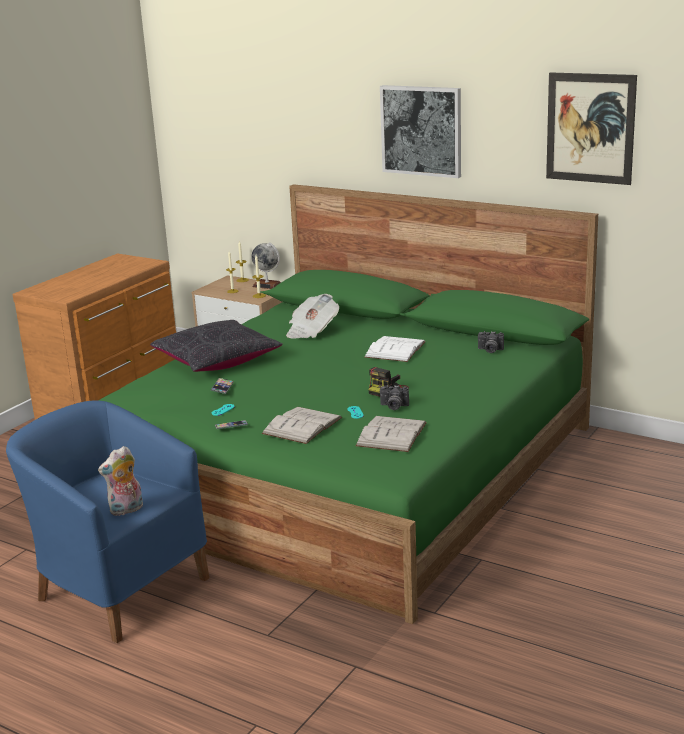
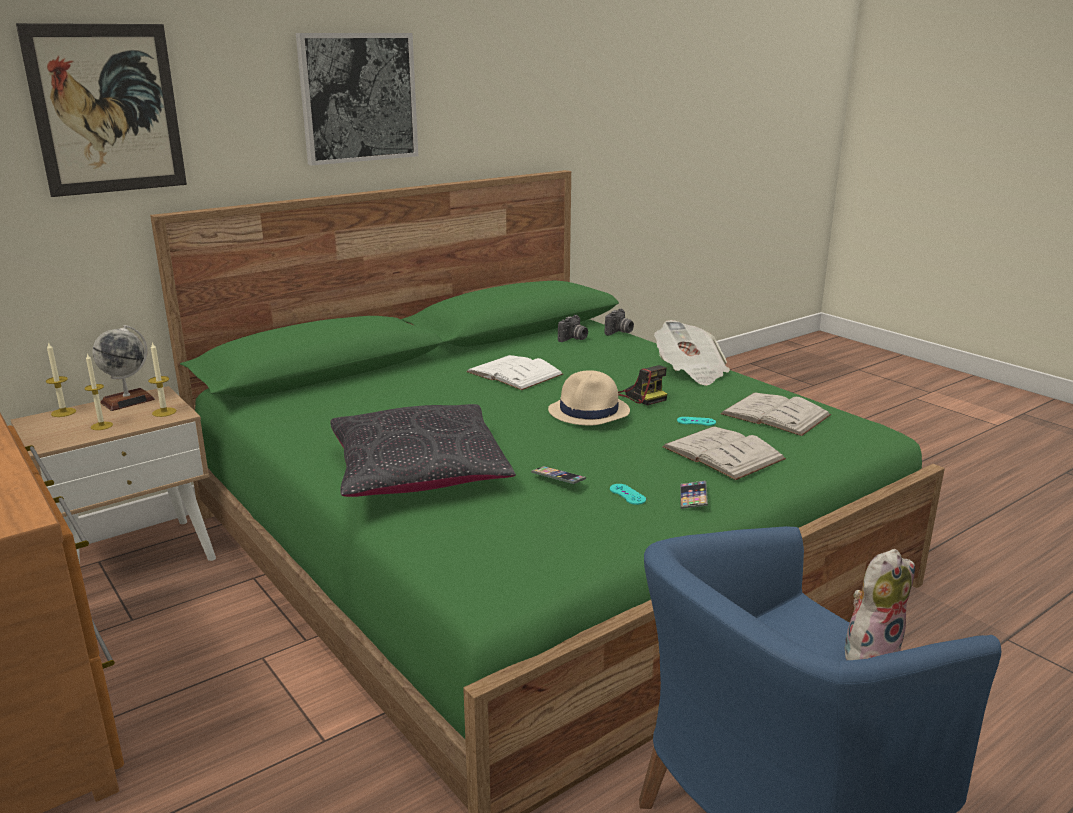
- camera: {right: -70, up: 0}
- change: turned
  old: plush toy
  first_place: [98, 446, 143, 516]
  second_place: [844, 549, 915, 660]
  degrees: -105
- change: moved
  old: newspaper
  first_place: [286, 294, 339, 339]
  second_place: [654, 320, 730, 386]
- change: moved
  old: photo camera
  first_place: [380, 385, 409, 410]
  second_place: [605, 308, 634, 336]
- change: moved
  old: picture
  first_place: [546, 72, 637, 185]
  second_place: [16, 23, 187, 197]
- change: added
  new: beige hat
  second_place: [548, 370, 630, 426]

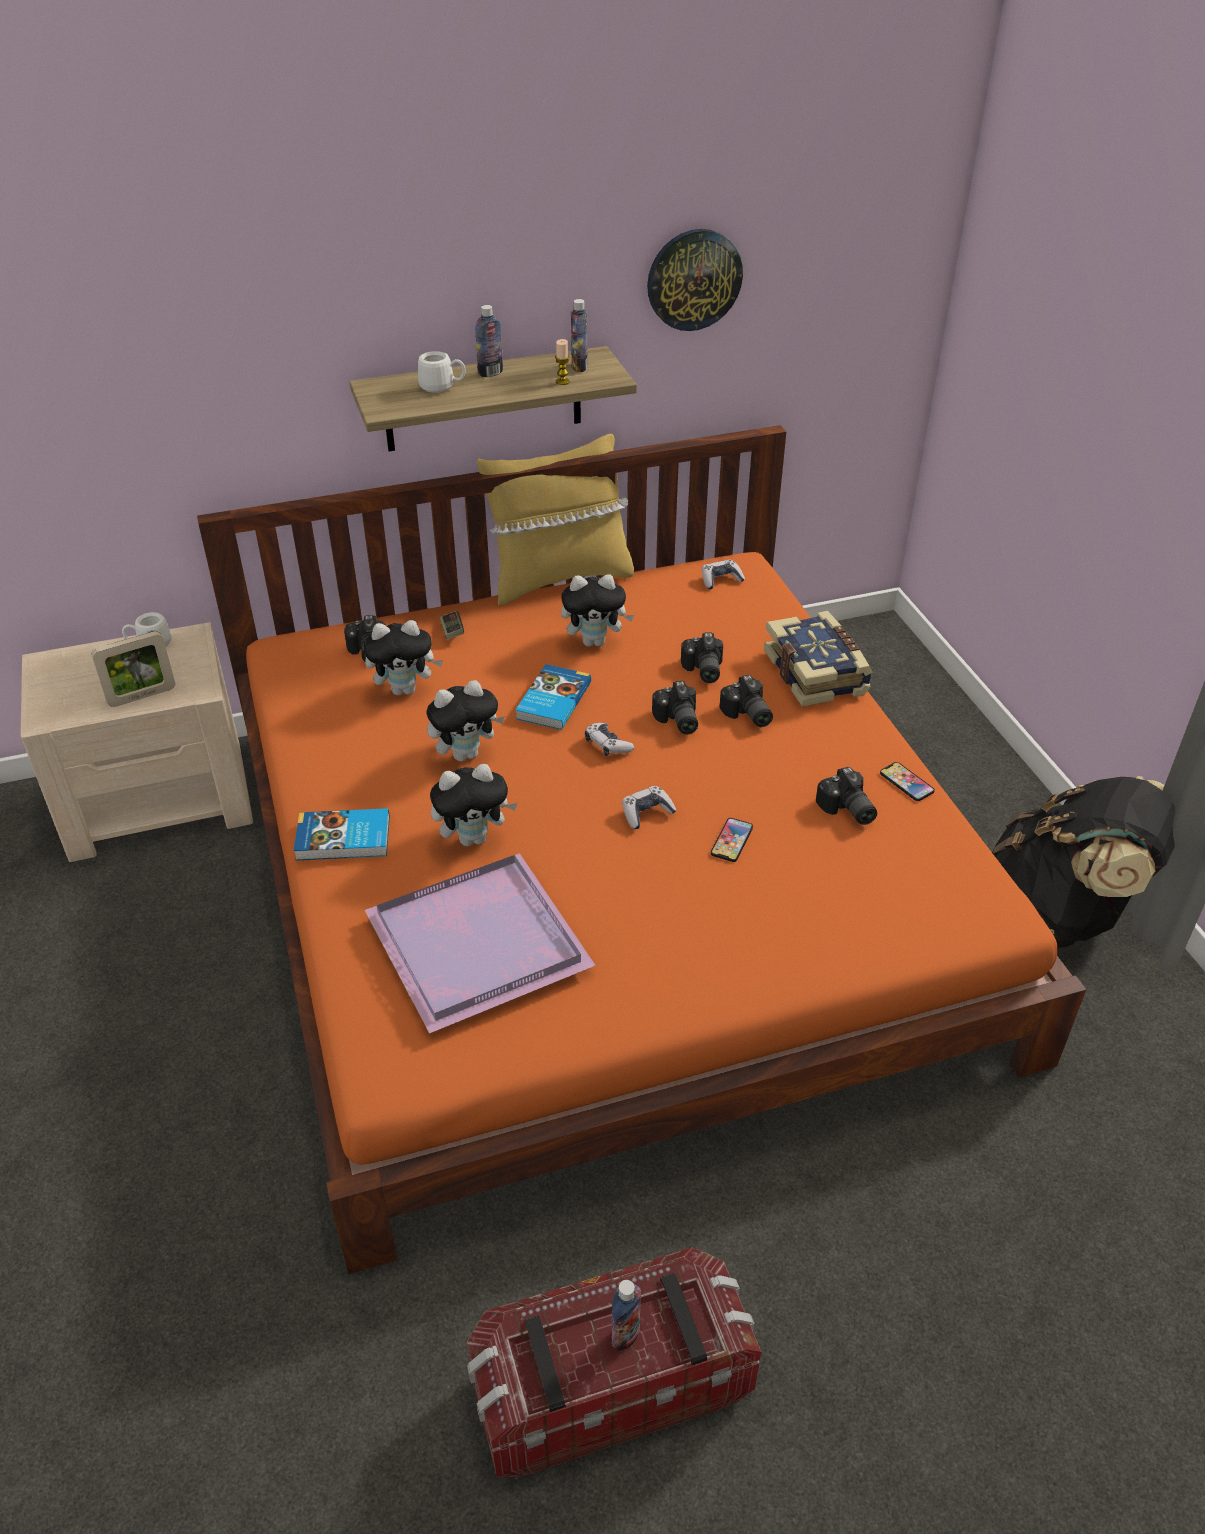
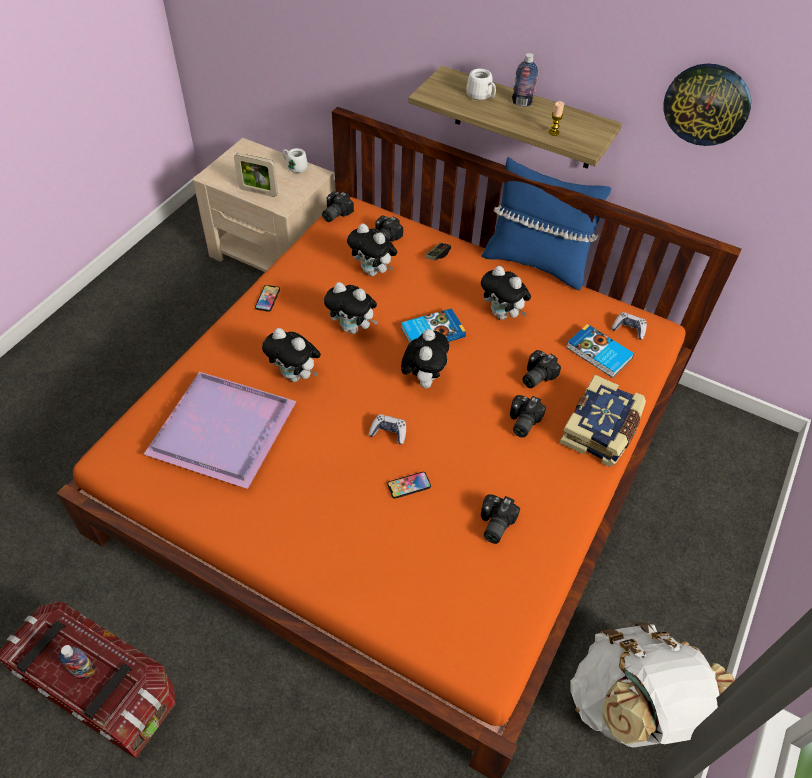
- camera: {right: 45, up: 10}
- change: moved
  old: book
  first_place: [293, 808, 390, 860]
  second_place: [566, 324, 634, 378]
- change: recoloured
  old: yellow pillow
  new: blue pillow
  first_place: [477, 434, 634, 606]
  second_place: [482, 157, 611, 290]
- change: removed
  old: bottle
  first_place: [571, 299, 588, 372]
- change: replaced
  old: game controller
  new: plush toy
  first_place: [585, 723, 634, 756]
  second_place: [401, 329, 449, 388]
- change: moved
  old: photo camera
  first_place: [652, 681, 698, 734]
  second_place: [322, 191, 354, 222]
- change: moved
  old: phone
  first_place: [880, 762, 935, 801]
  second_place: [255, 285, 280, 312]
- change: recoloured
  old: black backpack
  new: white backpack
  first_place: [992, 776, 1175, 947]
  second_place: [570, 623, 735, 748]

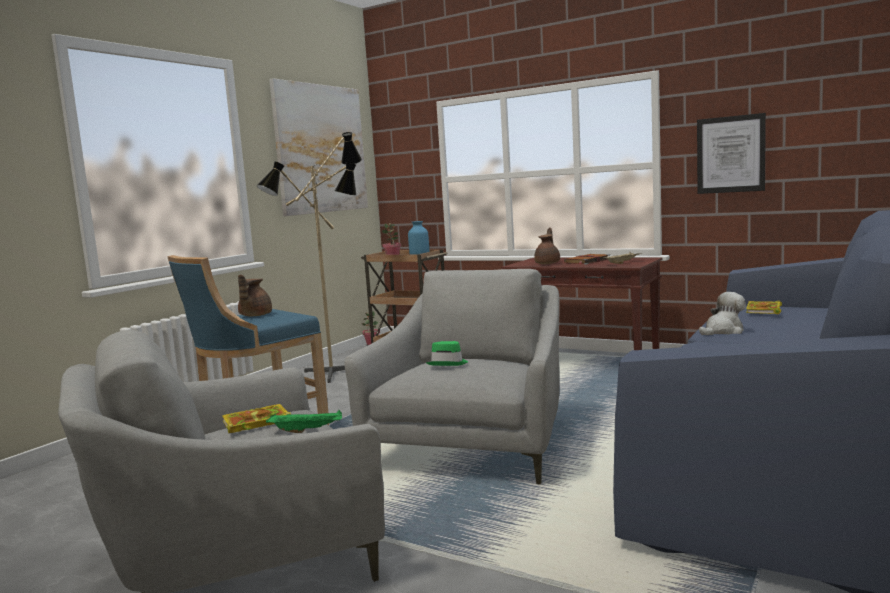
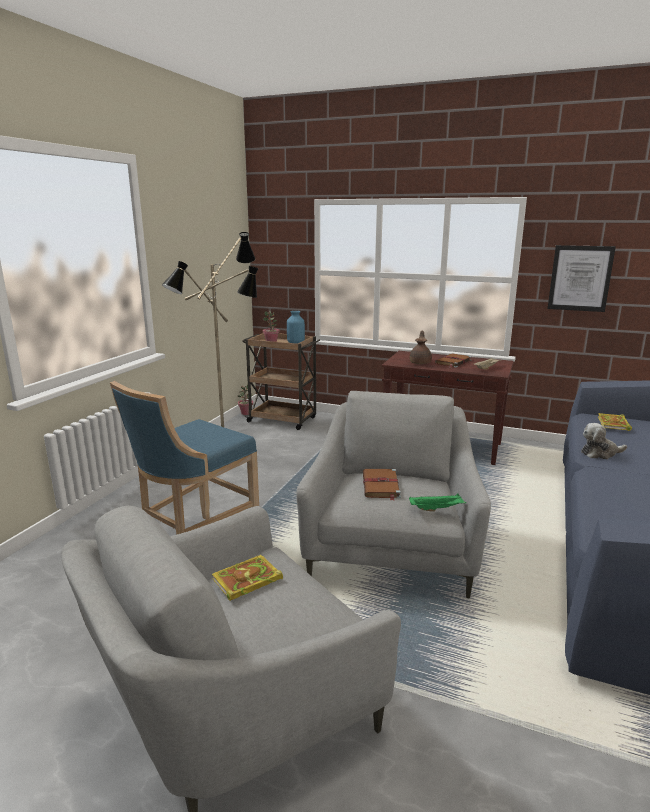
- camera: {right: -10, up: 10}
- change: removed
  old: brown teapot
  first_place: [238, 275, 272, 316]
- change: moved
  old: green tray
  first_place: [266, 410, 342, 433]
  second_place: [409, 493, 466, 511]
- change: removed
  old: picture
  first_place: [269, 78, 368, 216]
- change: replaced
  old: green hat
  new: brown book
  first_place: [426, 341, 468, 366]
  second_place: [363, 469, 401, 500]
- change: turned
  old: plush toy
  first_place: [699, 292, 746, 335]
  second_place: [581, 423, 627, 459]
  degrees: -150

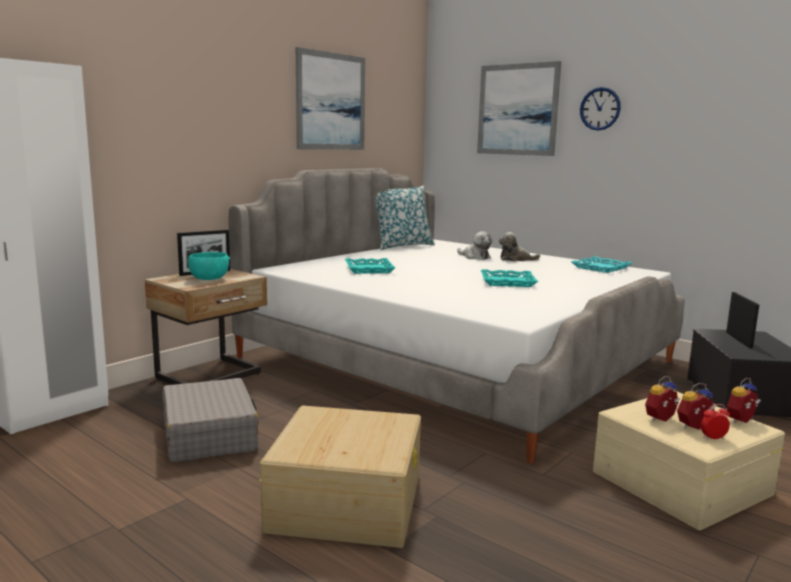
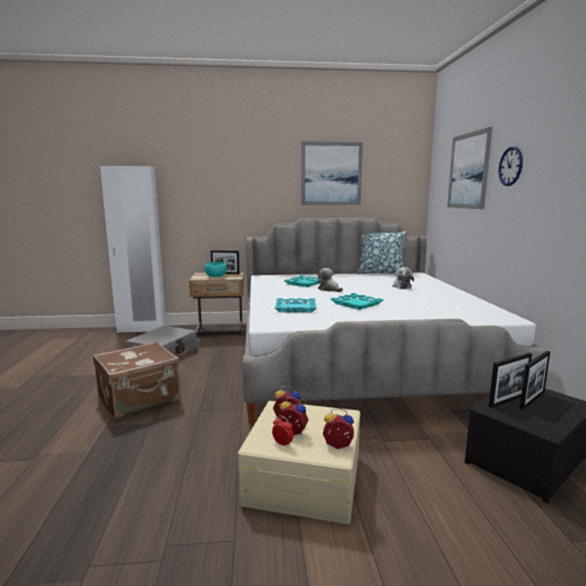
- camera: {right: 45, up: 0}
- change: replaced
  old: beige storage box
  new: brown suitcase
  first_place: [259, 405, 421, 548]
  second_place: [93, 341, 181, 420]
- change: moved
  old: plush toy
  first_place: [499, 232, 540, 261]
  second_place: [317, 268, 343, 292]
- change: moved
  old: turquoise tray
  first_place: [571, 256, 632, 273]
  second_place: [275, 298, 317, 312]
- change: added
  new: picture frame
  second_place: [488, 353, 532, 408]

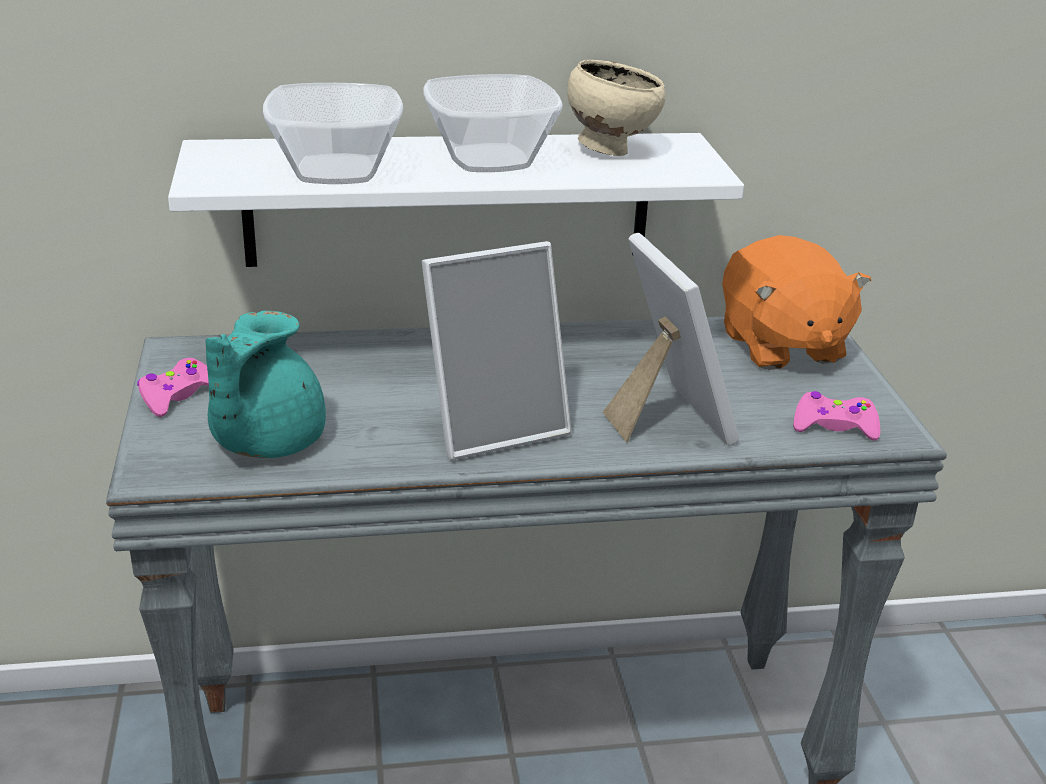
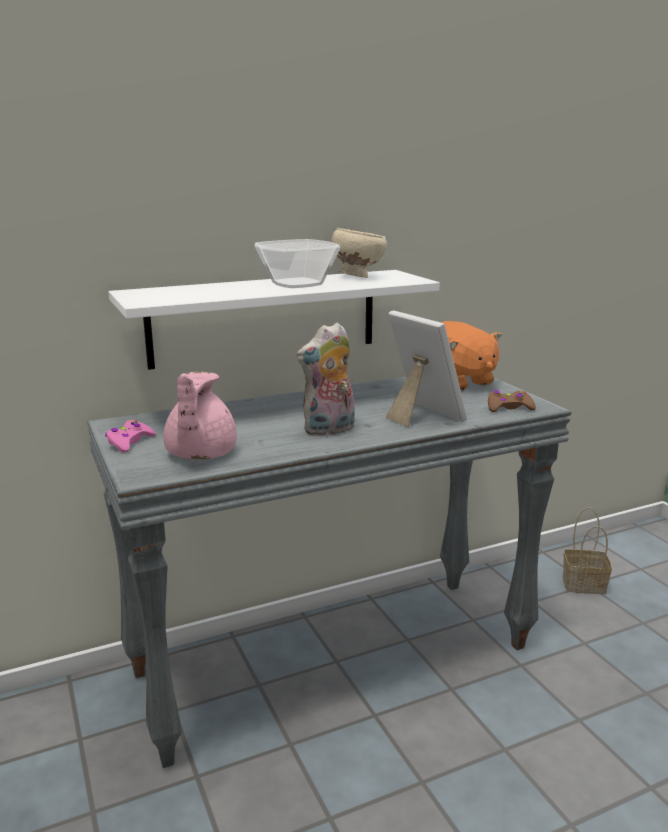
- camera: {right: -15, up: -10}
- change: recoloured
  old: turquoise teapot
  new: pink teapot
  first_place: [205, 311, 326, 458]
  second_place: [163, 372, 237, 460]
- change: removed
  old: bowl
  first_place: [263, 83, 403, 184]
- change: replaced
  old: picture frame
  new: plush toy
  first_place: [422, 241, 571, 460]
  second_place: [296, 322, 355, 437]
- change: recoloured
  old: pink game controller
  new: brown game controller
  first_place: [793, 391, 880, 440]
  second_place: [488, 390, 536, 412]
- change: added
  new: basket
  second_place: [563, 507, 612, 594]

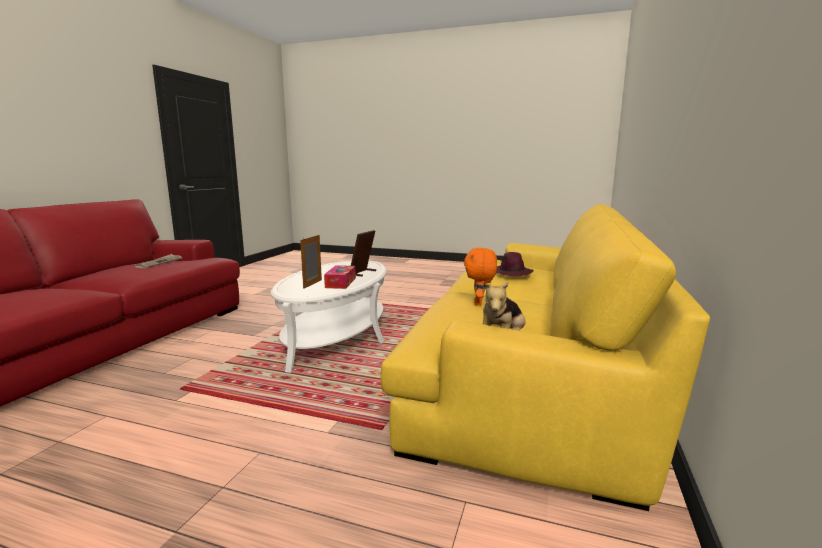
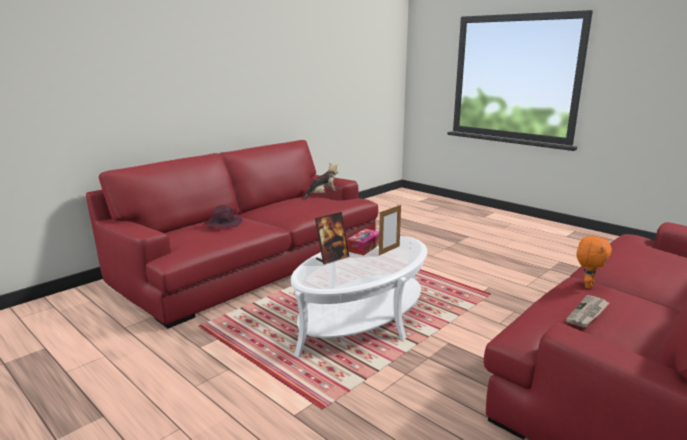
- camera: {right: -155, up: 5}
- change: recoloured
  old: yellow sofa
  new: red sofa
  first_place: [381, 204, 710, 511]
  second_place: [86, 140, 378, 329]
- change: moved
  old: orange plush toy
  first_place: [464, 248, 497, 306]
  second_place: [577, 236, 612, 289]

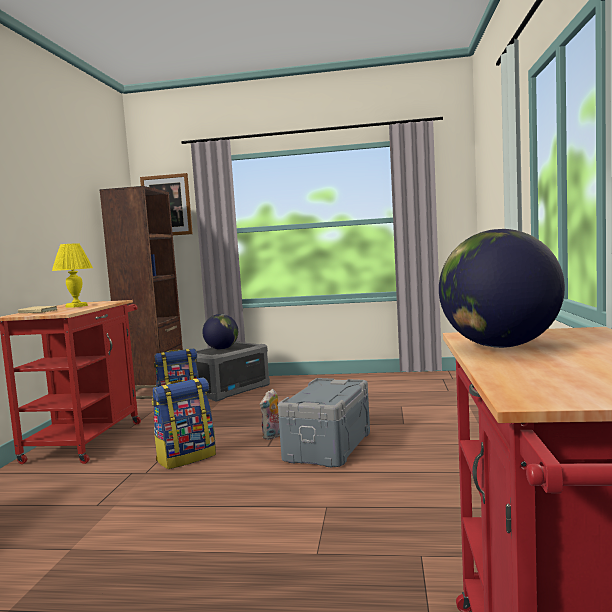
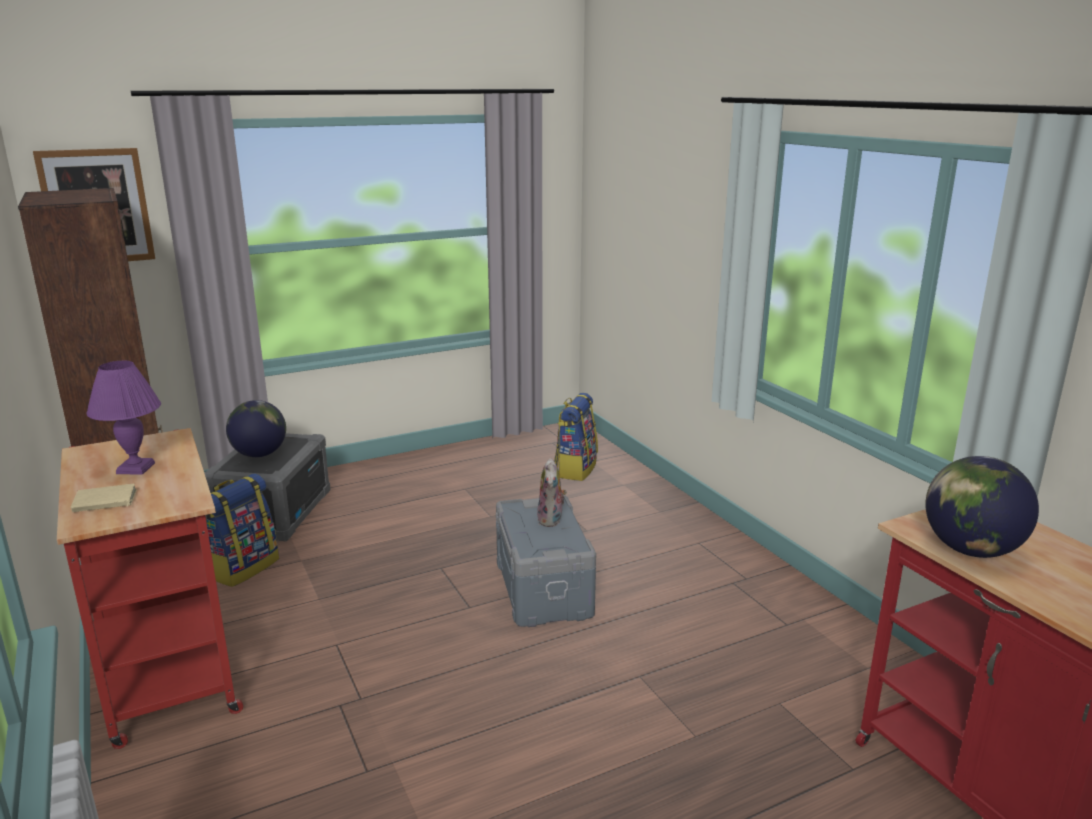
- camera: {right: -35, up: 15}
- change: recoloured
  old: yellow table lamp
  new: purple table lamp
  first_place: [52, 243, 93, 308]
  second_place: [86, 361, 161, 475]
- change: moved
  old: backpack
  first_place: [152, 377, 216, 469]
  second_place: [554, 393, 598, 481]
- change: moved
  old: plush toy
  first_place: [260, 389, 280, 440]
  second_place: [537, 458, 567, 527]

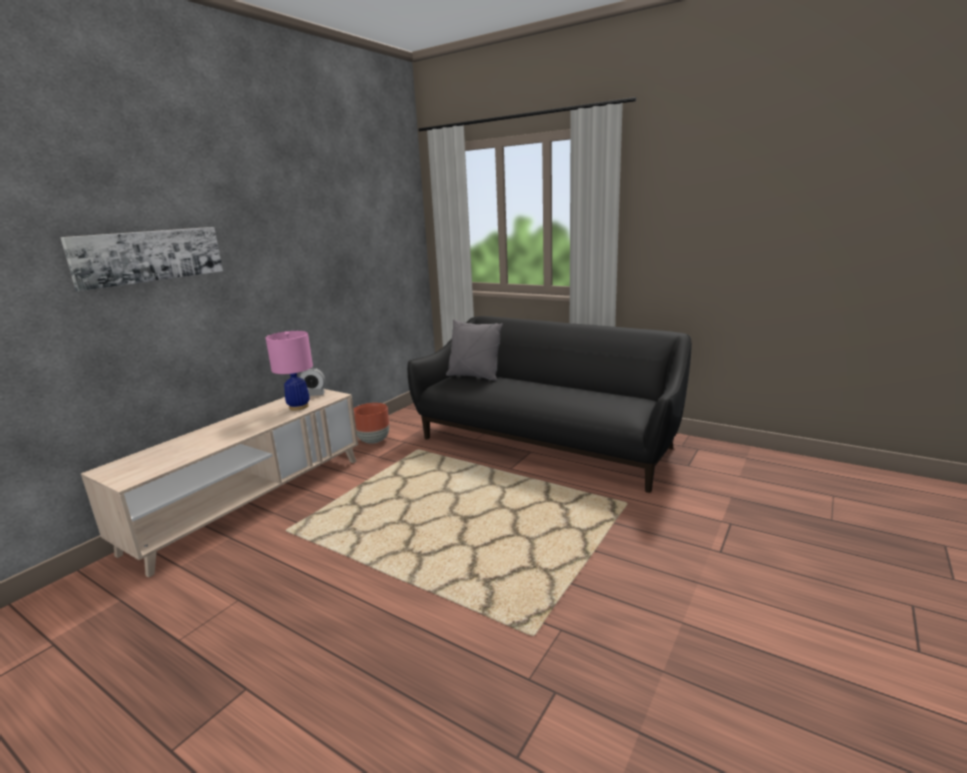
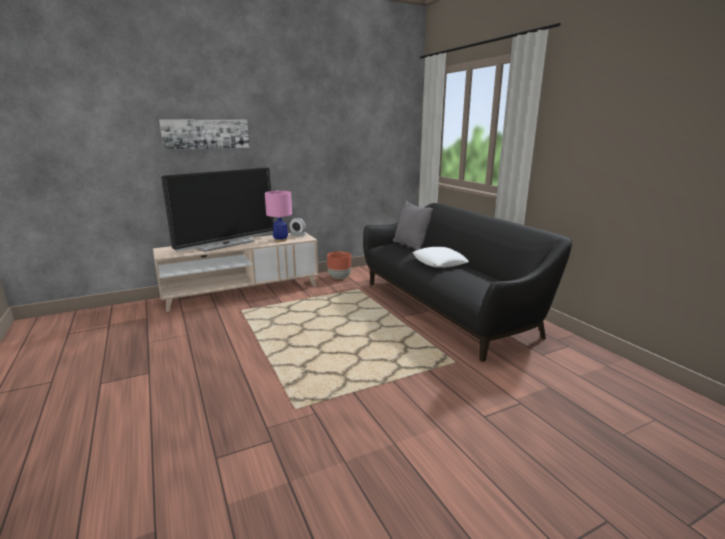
- camera: {right: 30, up: 0}
- change: added
  new: television
  second_place: [161, 168, 274, 252]
- change: added
  new: white pillow
  second_place: [412, 247, 469, 268]

